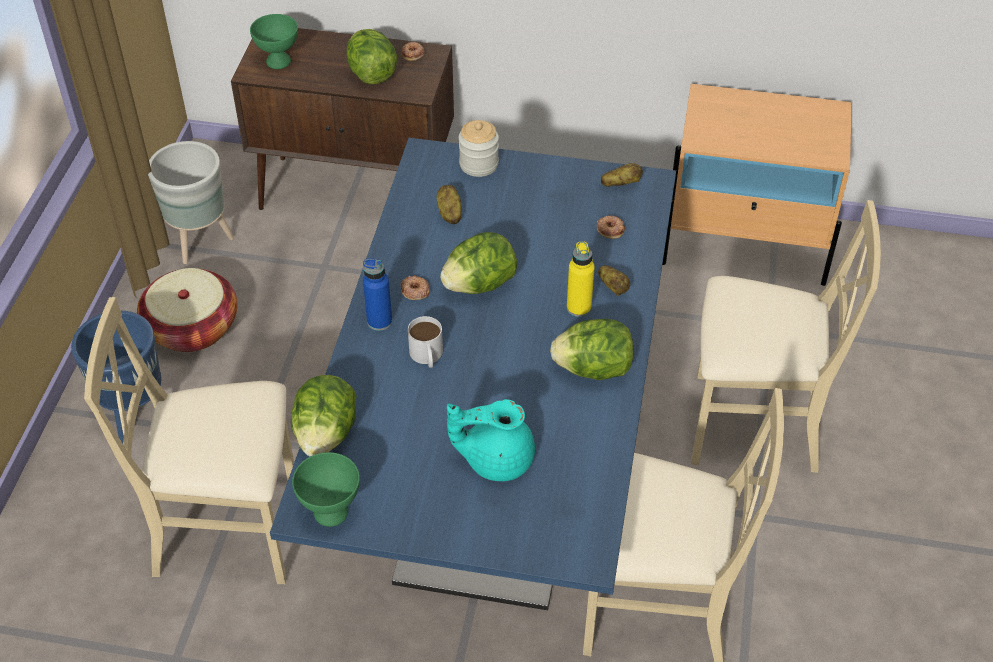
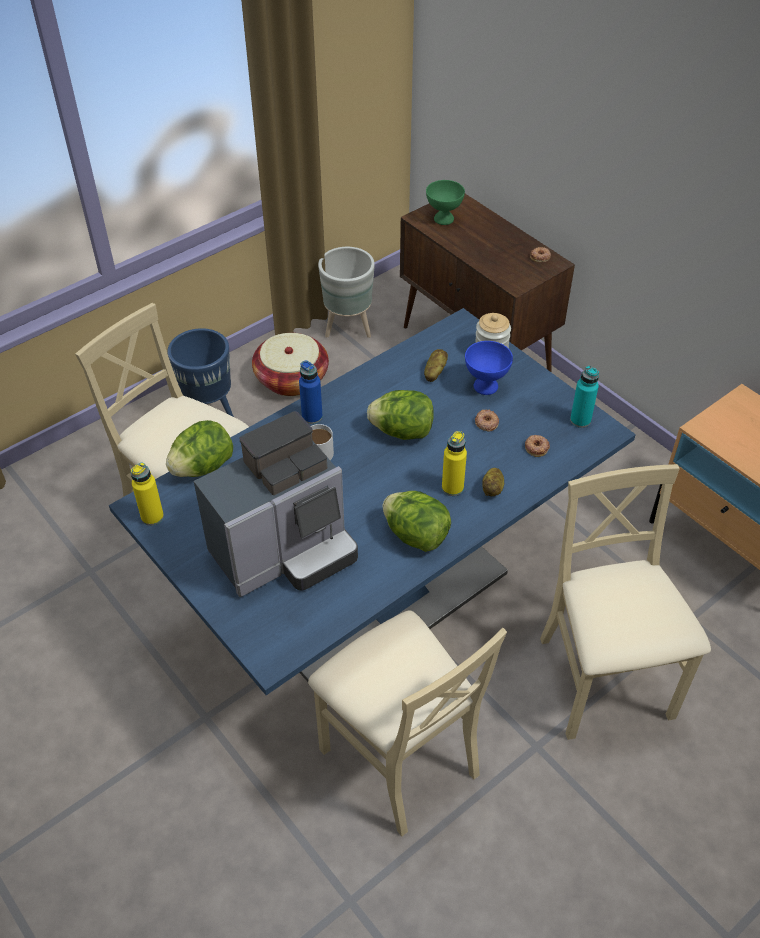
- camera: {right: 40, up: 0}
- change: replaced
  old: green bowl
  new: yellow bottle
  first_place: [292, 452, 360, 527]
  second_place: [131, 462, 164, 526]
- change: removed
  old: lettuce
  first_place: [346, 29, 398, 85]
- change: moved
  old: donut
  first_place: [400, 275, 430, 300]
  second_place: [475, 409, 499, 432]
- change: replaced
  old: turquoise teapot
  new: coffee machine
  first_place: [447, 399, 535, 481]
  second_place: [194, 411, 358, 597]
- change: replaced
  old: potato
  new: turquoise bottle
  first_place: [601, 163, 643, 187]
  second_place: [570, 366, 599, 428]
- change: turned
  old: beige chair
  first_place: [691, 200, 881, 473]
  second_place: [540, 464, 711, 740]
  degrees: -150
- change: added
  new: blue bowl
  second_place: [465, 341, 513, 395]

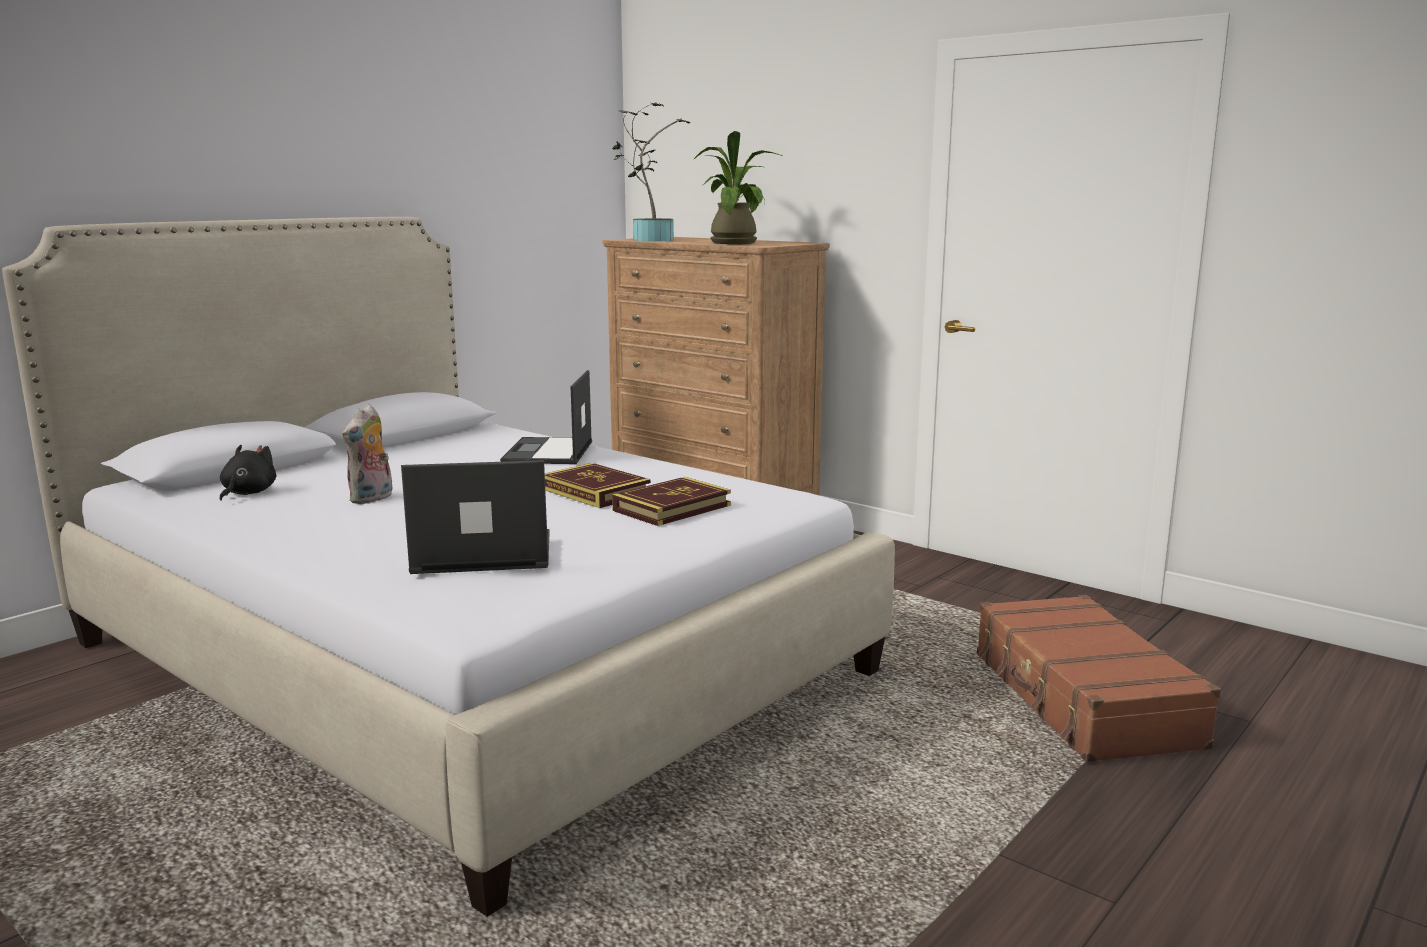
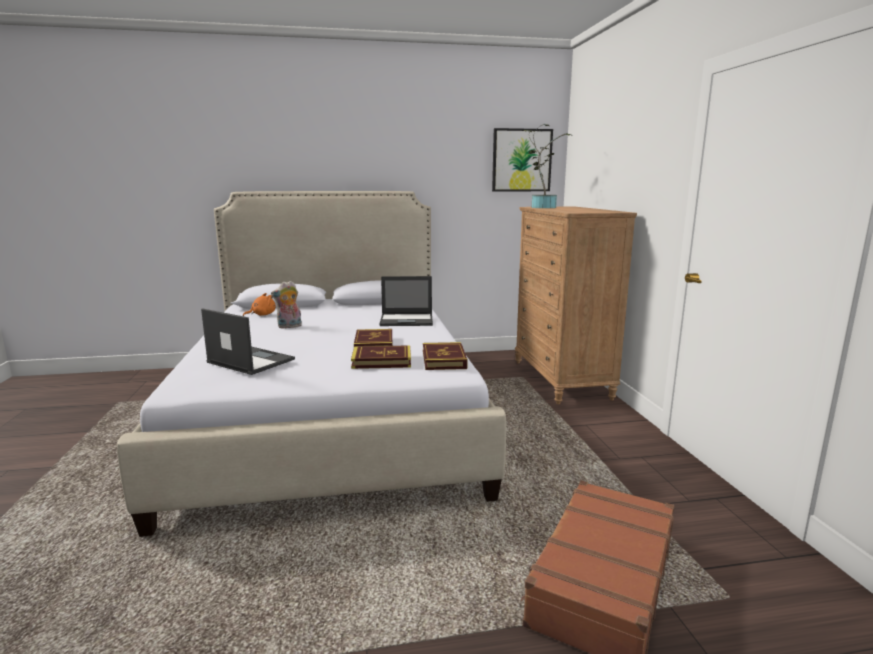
- camera: {right: 40, up: 0}
- change: recoloured
  old: black plush toy
  new: orange plush toy
  first_place: [219, 445, 277, 501]
  second_place: [243, 293, 276, 316]
- change: turned
  old: laptop
  first_place: [500, 370, 592, 464]
  second_place: [380, 276, 433, 326]
  degrees: -135
- change: removed
  old: potted plant
  first_place: [694, 131, 782, 244]
- change: added
  new: book
  second_place: [423, 342, 467, 370]
- change: added
  new: picture
  second_place: [492, 128, 553, 191]

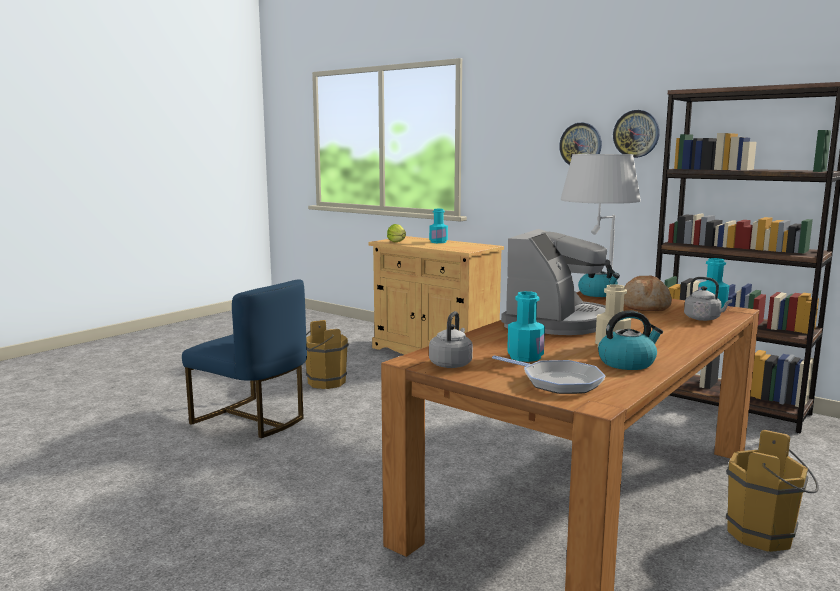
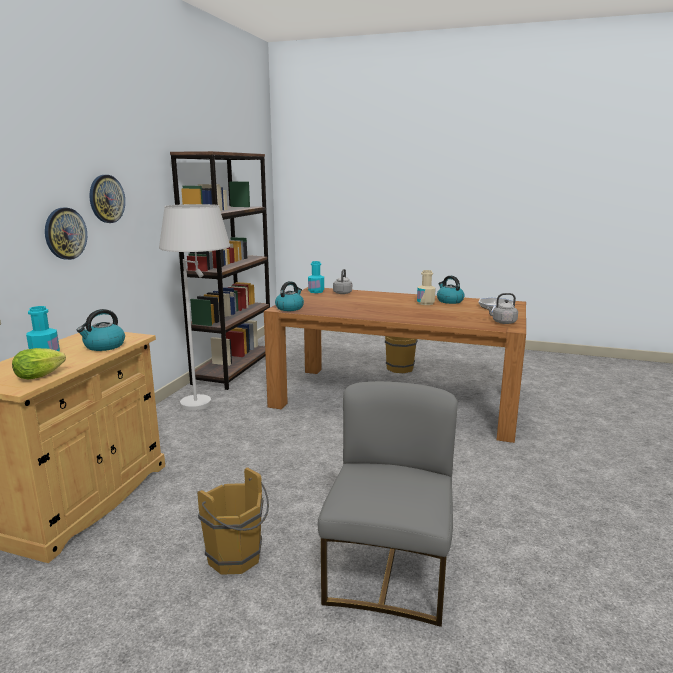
- camera: {right: -110, up: 5}
- change: recoloured
  old: blue chair
  new: grey chair
  first_place: [182, 279, 307, 438]
  second_place: [318, 381, 458, 627]
- change: removed
  old: coffee machine
  first_place: [501, 229, 610, 335]
- change: removed
  old: turquoise bottle
  first_place: [507, 291, 545, 362]
- change: moved
  old: wall clock
  first_place: [613, 110, 660, 158]
  second_place: [45, 208, 87, 260]
- change: removed
  old: bread
  first_place: [624, 276, 672, 311]
- change: added
  new: kettle
  second_place: [77, 309, 125, 351]

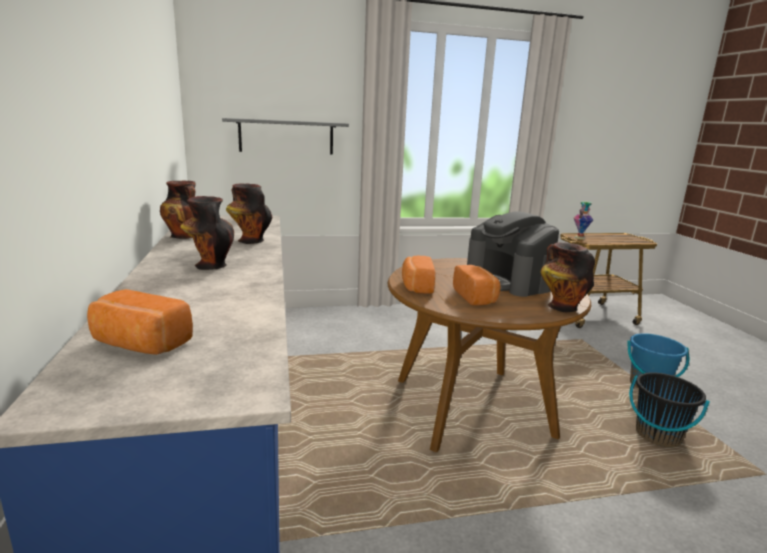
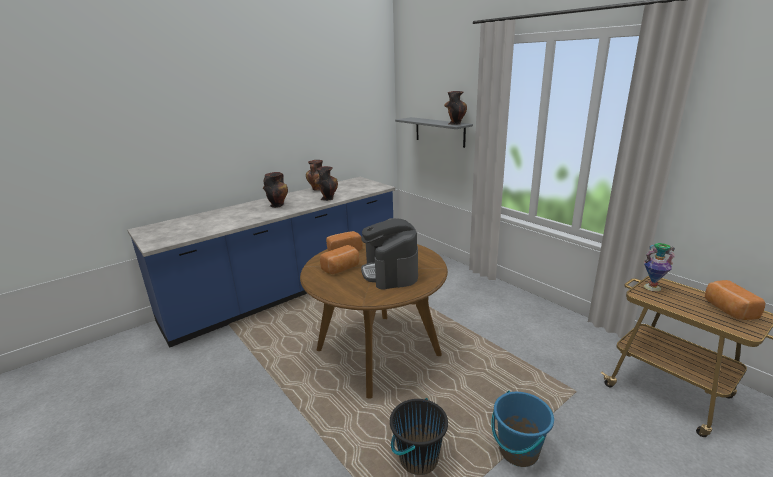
- camera: {right: 65, up: 5}
- change: moved
  old: bread
  first_place: [87, 289, 193, 355]
  second_place: [705, 280, 766, 320]
- change: turned
  old: coffee machine
  first_place: [467, 211, 559, 297]
  second_place: [361, 218, 418, 290]
  degrees: -45
- change: moved
  old: vase
  first_place: [540, 242, 595, 312]
  second_place: [444, 91, 467, 125]

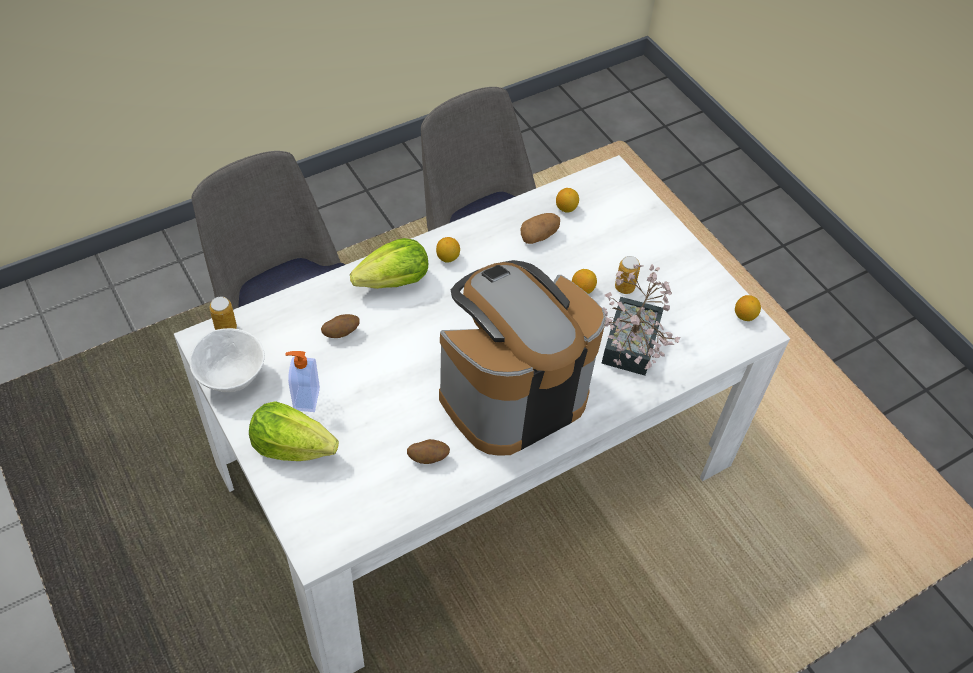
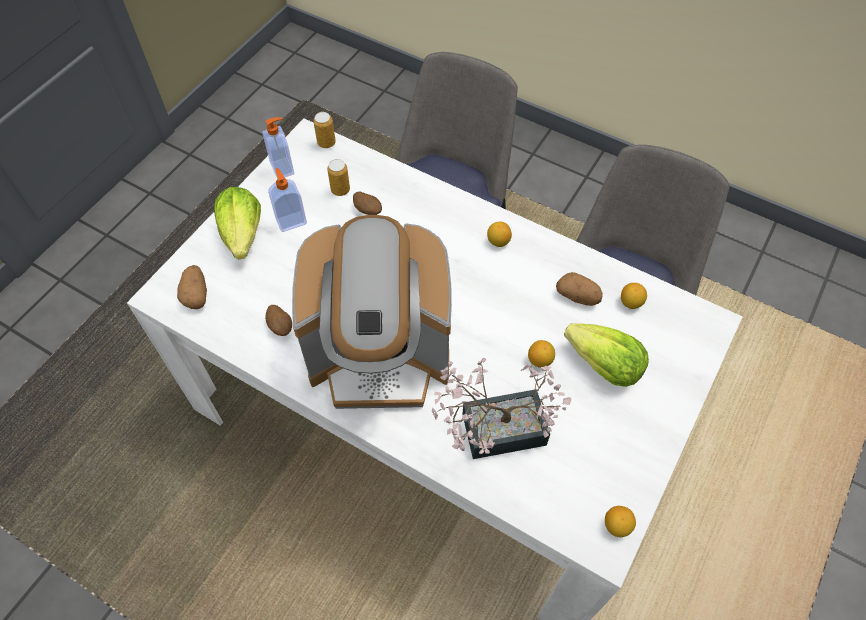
- camera: {right: 65, up: 5}
- change: replaced
  old: white bowl
  new: soap dispenser
  first_place: [190, 328, 265, 392]
  second_place: [262, 117, 294, 179]
- change: moved
  old: lettuce
  first_place: [350, 238, 428, 289]
  second_place: [564, 323, 649, 387]
- change: turned
  old: coffee machine
  first_place: [439, 260, 606, 456]
  second_place: [292, 215, 452, 409]
  degrees: 150
- change: moved
  old: can
  first_place: [615, 256, 640, 294]
  second_place: [327, 159, 350, 196]
- change: added
  new: potato
  second_place: [177, 265, 207, 309]

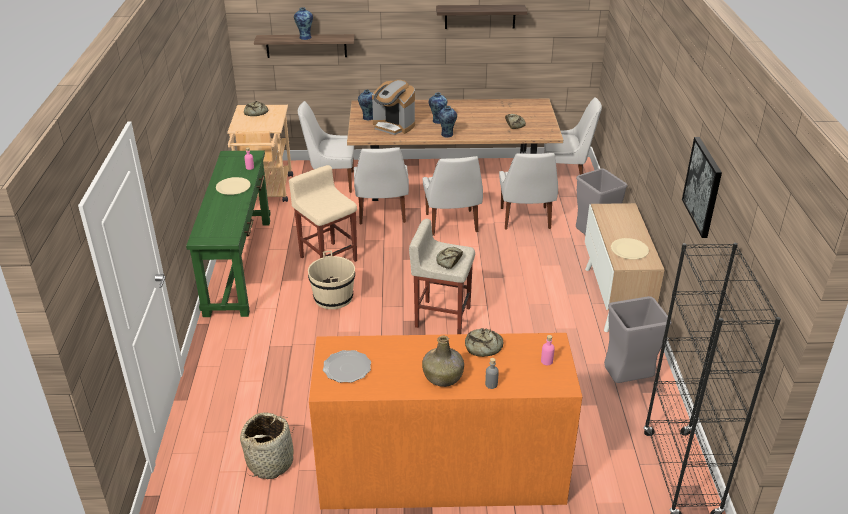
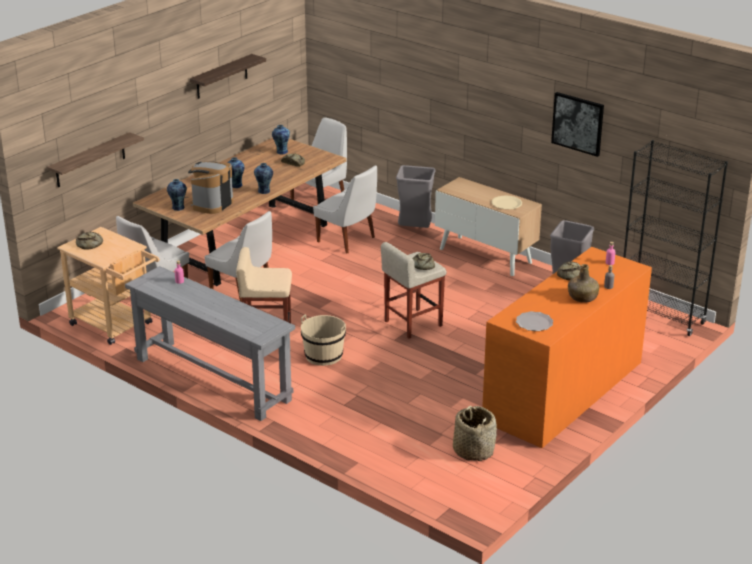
- camera: {right: -50, up: -5}
- change: recoloured
  old: green console table
  new: grey console table
  first_place: [186, 150, 271, 317]
  second_place: [125, 266, 295, 421]
- change: removed
  old: beige plate
  first_place: [216, 177, 251, 195]
- change: moved
  old: vase
  first_place: [294, 7, 313, 40]
  second_place: [272, 125, 290, 154]
- change: turned
  old: coffee machine
  first_place: [372, 80, 415, 135]
  second_place: [188, 161, 234, 214]
  degrees: 135
- change: removed
  old: white chair
  first_place: [423, 156, 483, 236]

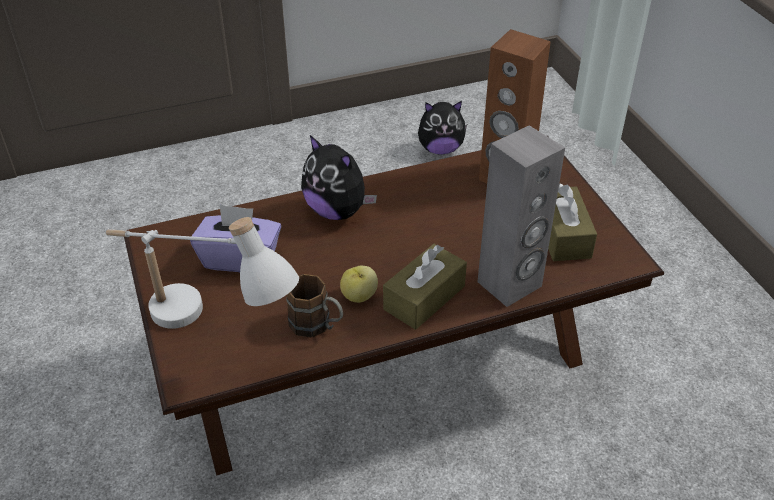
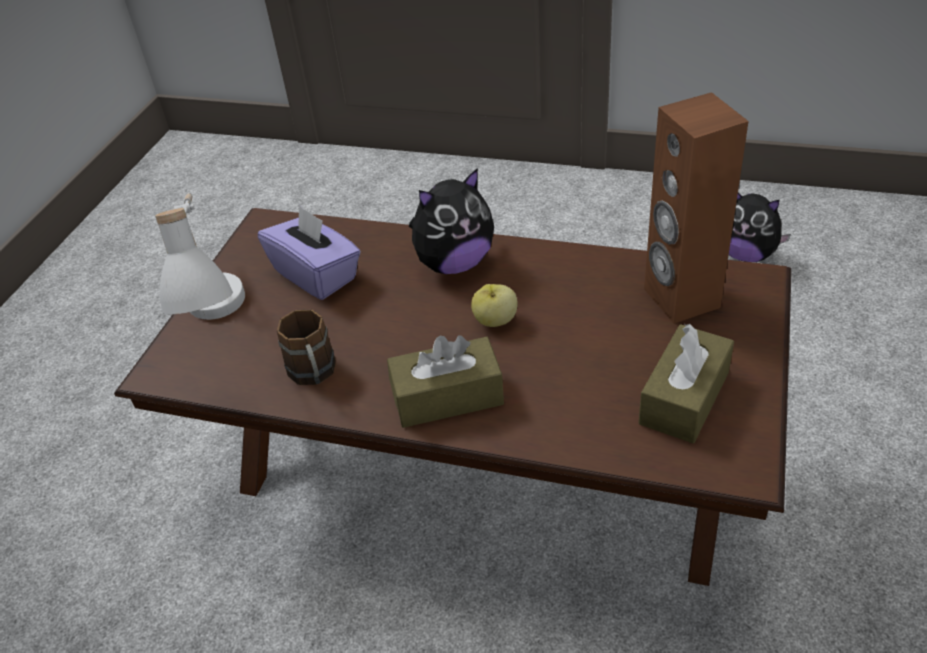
- camera: {right: 40, up: 0}
- change: turned
  old: plush toy
  first_place: [301, 135, 377, 220]
  second_place: [409, 168, 494, 274]
  degrees: -105
- change: moved
  old: apple
  first_place: [340, 266, 378, 303]
  second_place: [471, 284, 518, 327]
- change: removed
  old: grey speaker
  first_place: [478, 125, 565, 307]

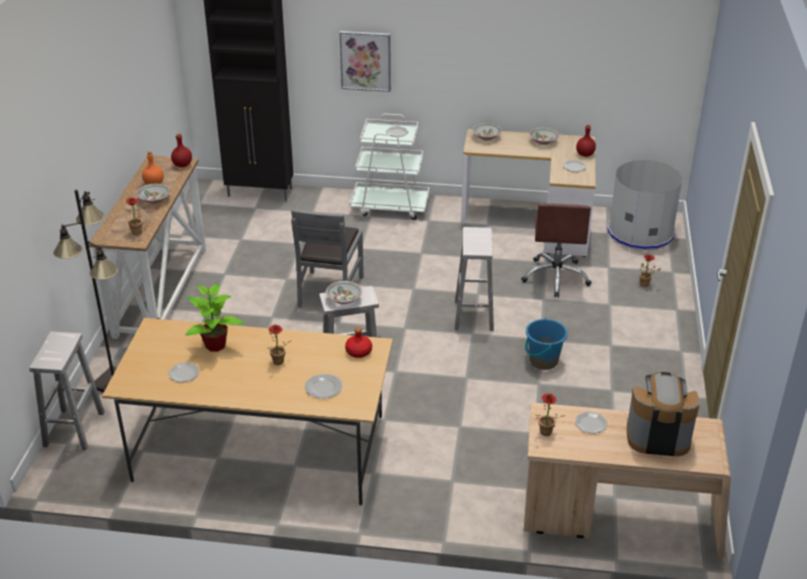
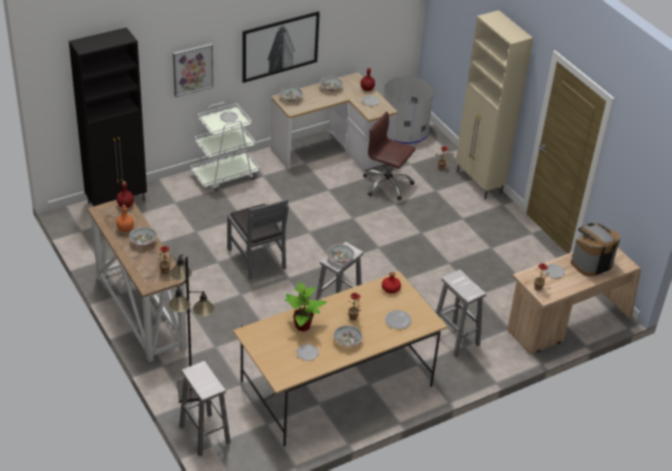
- camera: {right: -40, up: 5}
- change: moved
  old: white stool
  first_place: [454, 227, 494, 331]
  second_place: [436, 270, 486, 357]
- change: turned
  old: brown office chair
  first_place: [521, 203, 592, 298]
  second_place: [363, 111, 416, 201]
  degrees: 150
- change: removed
  old: blue bucket
  first_place: [525, 318, 568, 370]
- change: added
  new: picture
  second_place: [242, 11, 320, 83]
- change: added
  new: bowl
  second_place: [333, 325, 363, 347]
- change: added
  new: beige cabinet
  second_place: [456, 10, 533, 199]

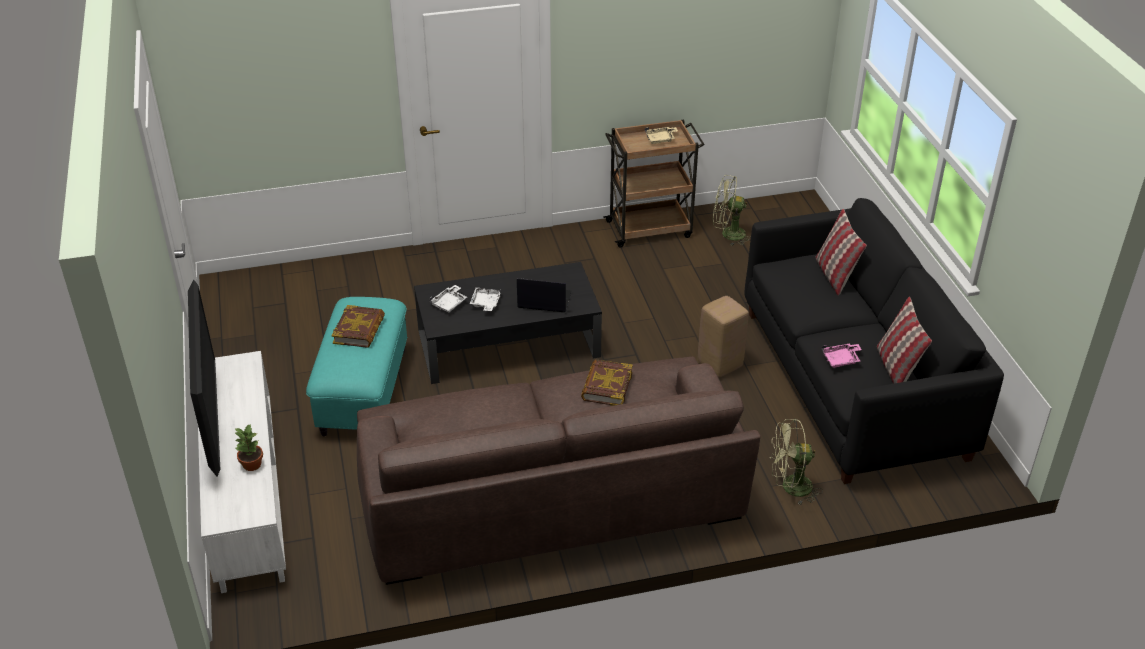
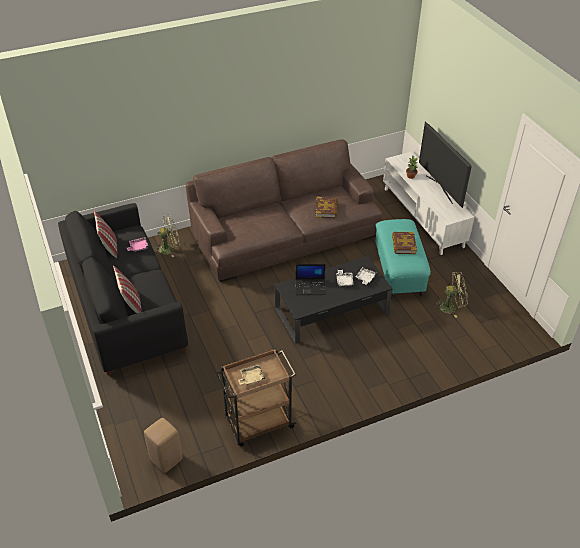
- camera: {right: 170, up: 5}
- change: moved
  old: book
  first_place: [581, 359, 633, 406]
  second_place: [315, 197, 337, 218]
- change: moved
  old: beige stool
  first_place: [698, 296, 749, 377]
  second_place: [144, 418, 182, 473]
- change: moved
  old: green fan
  first_place: [713, 175, 750, 246]
  second_place: [436, 272, 467, 318]

